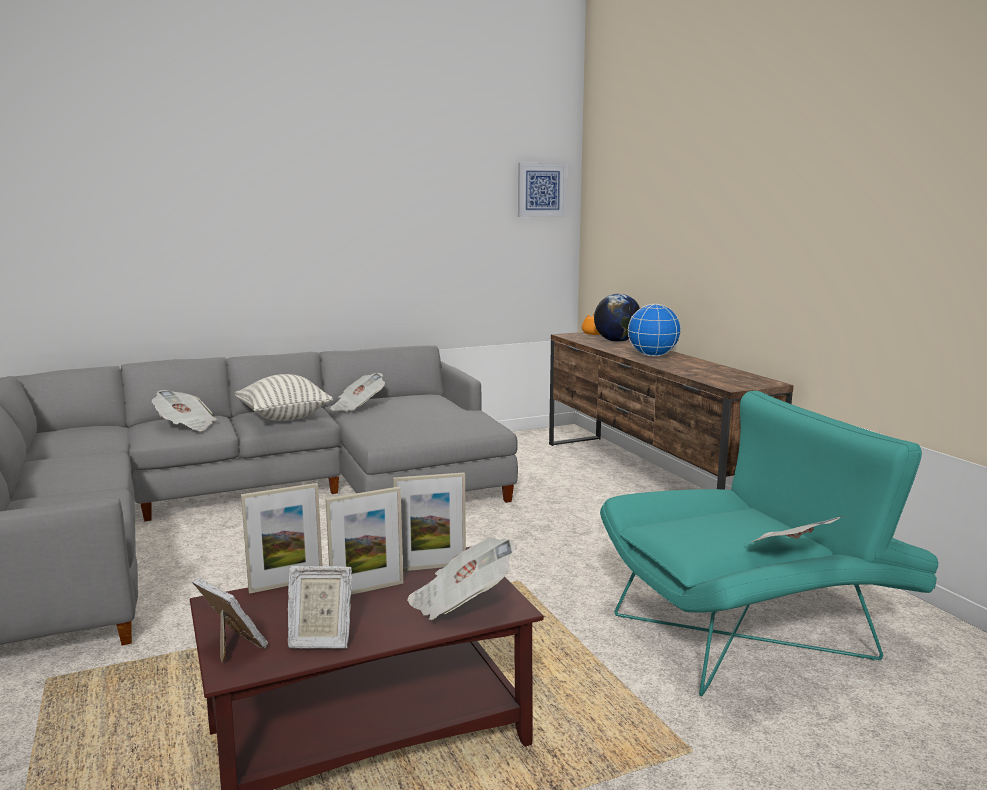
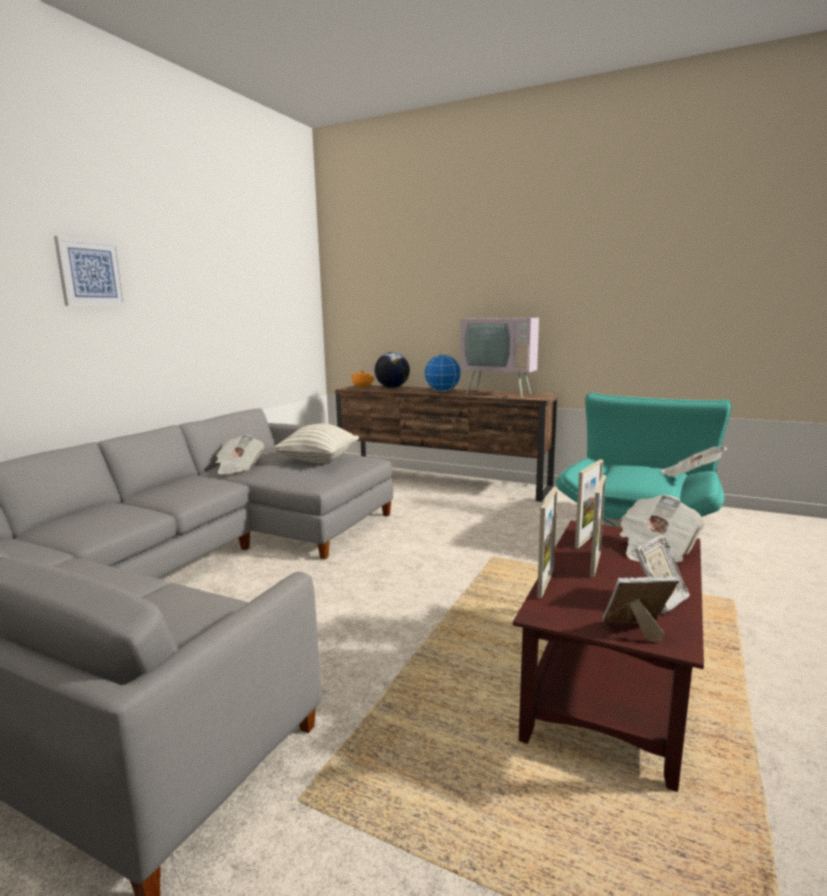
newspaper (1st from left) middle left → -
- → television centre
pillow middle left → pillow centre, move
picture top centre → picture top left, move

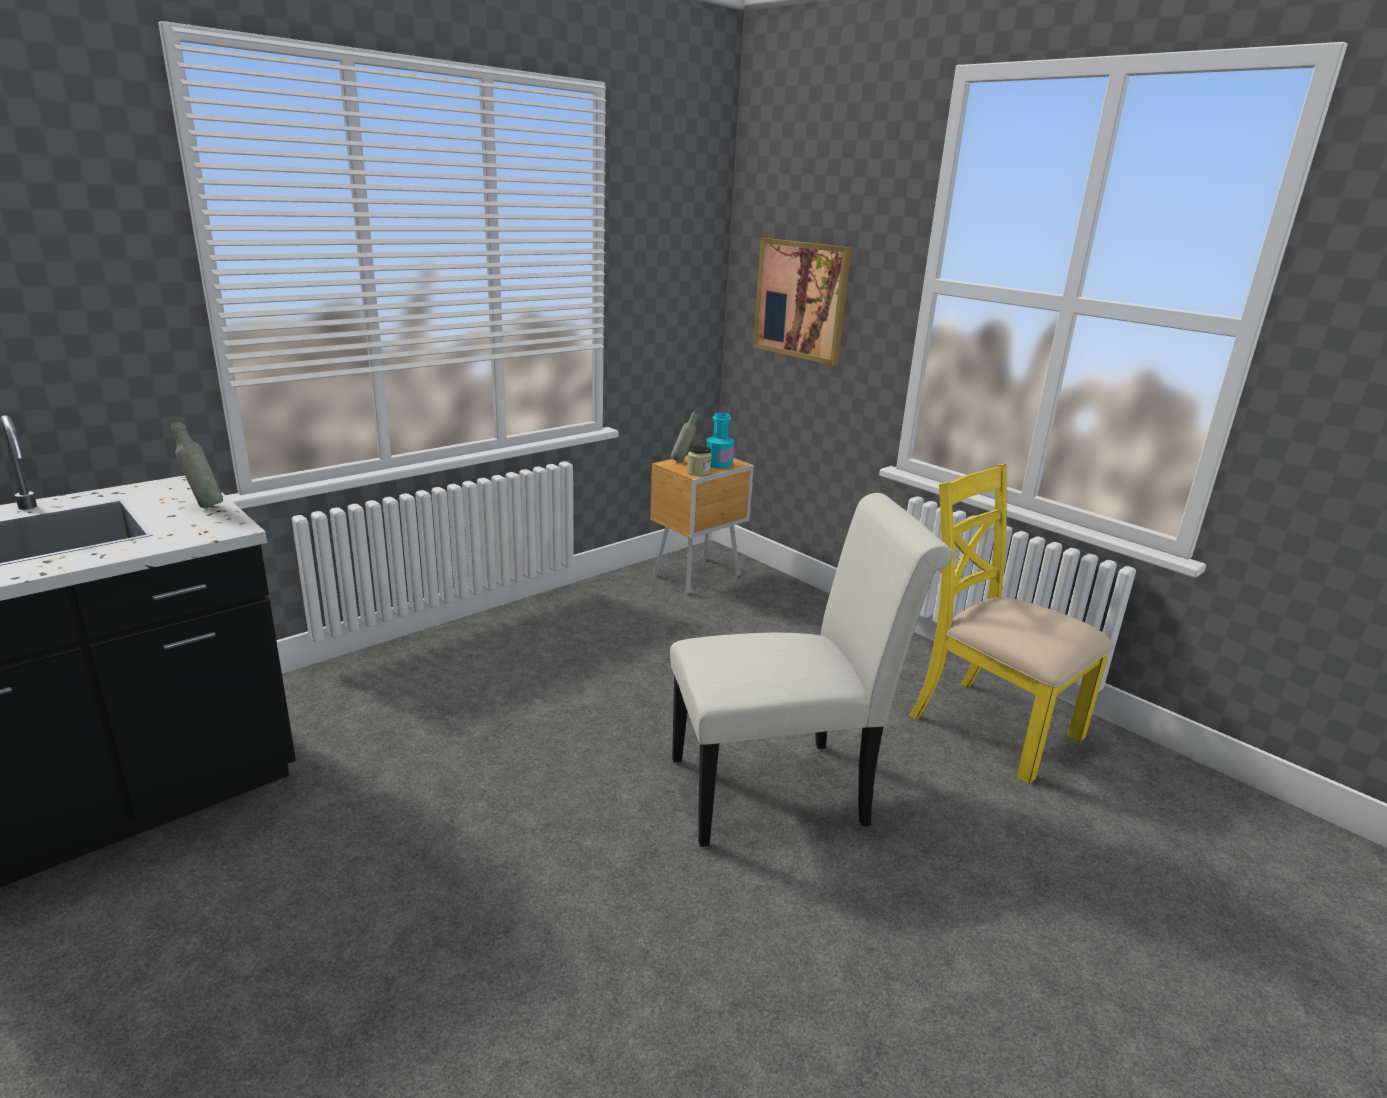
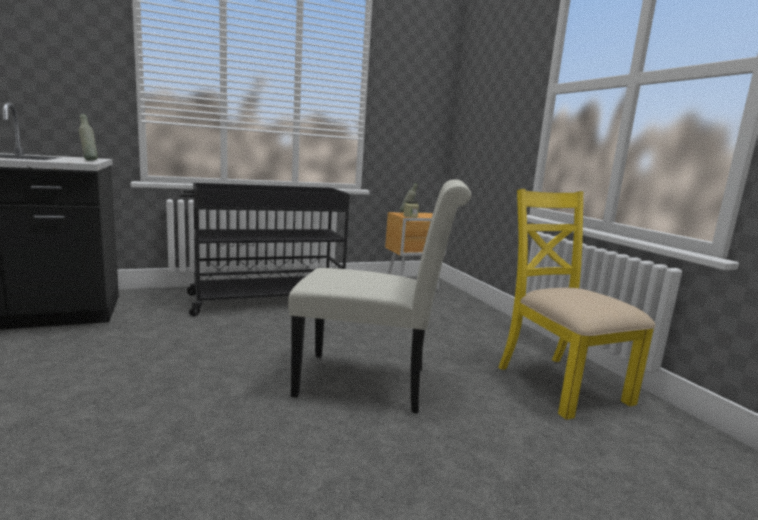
bottle (turquoise) centre → -
picture top centre → -
- → cart (black) centre

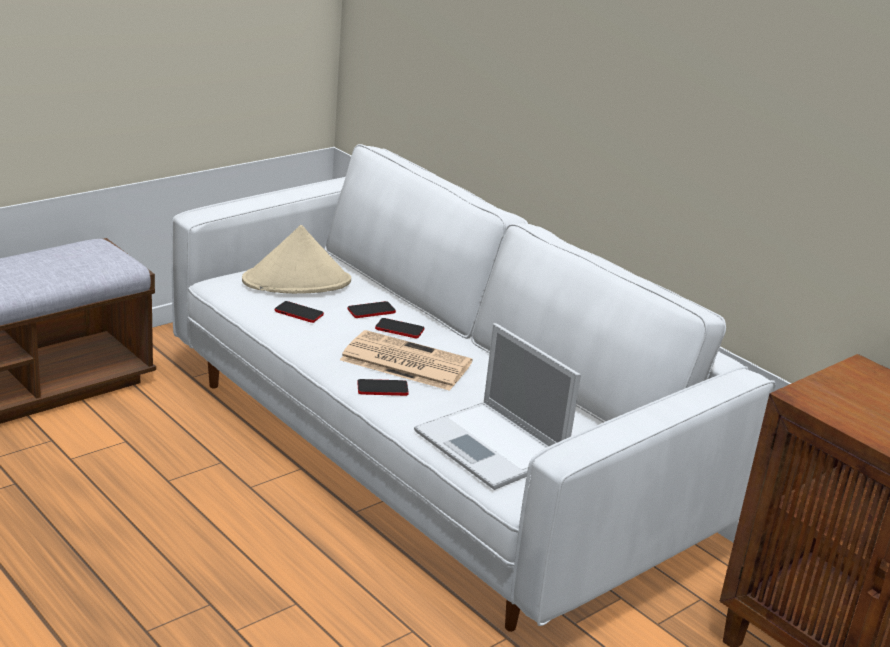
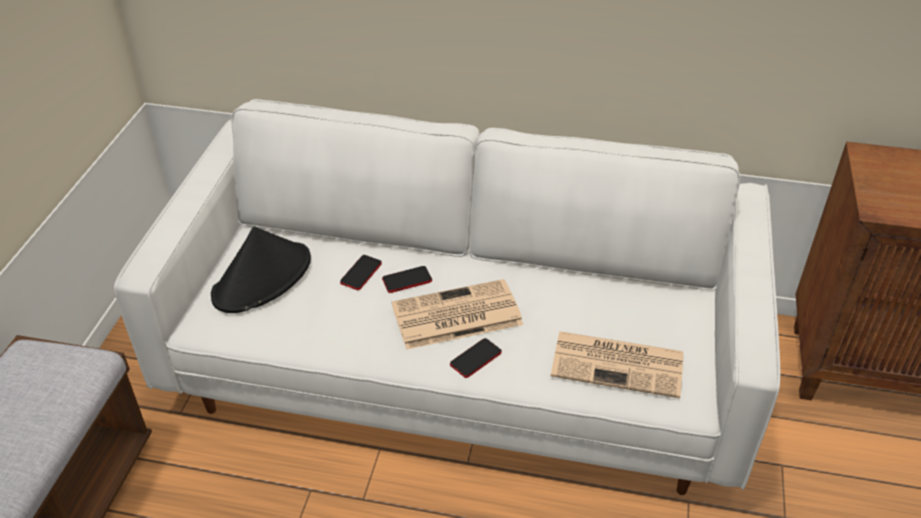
phone (1st from left) centre → -
laptop centre → newspaper (2nd from left) bottom right
hat (beige) middle left → hat (black) middle left

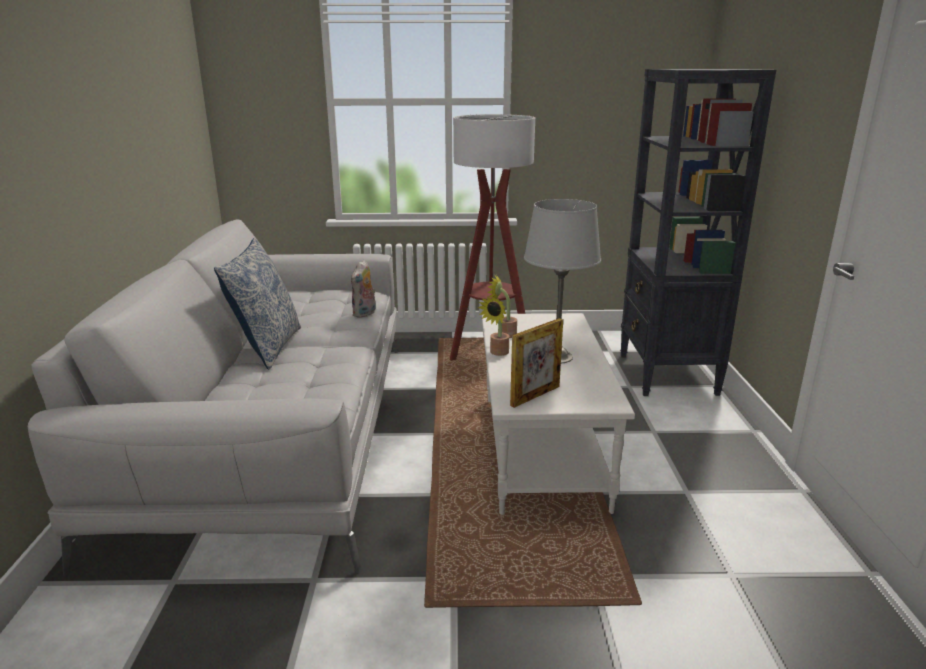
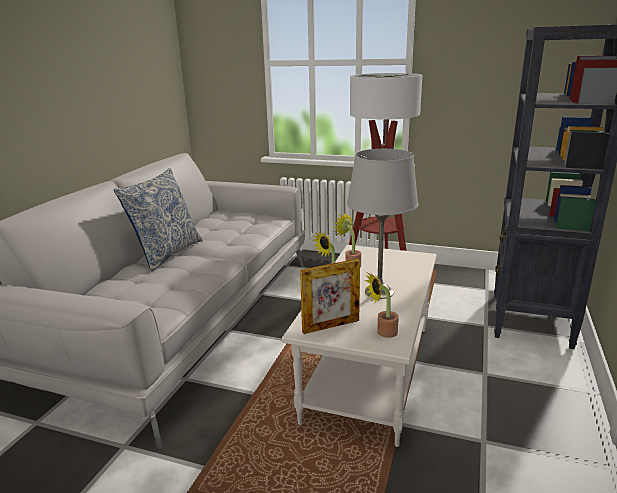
plush toy centre → -
- → potted plant (3rd from left) centre

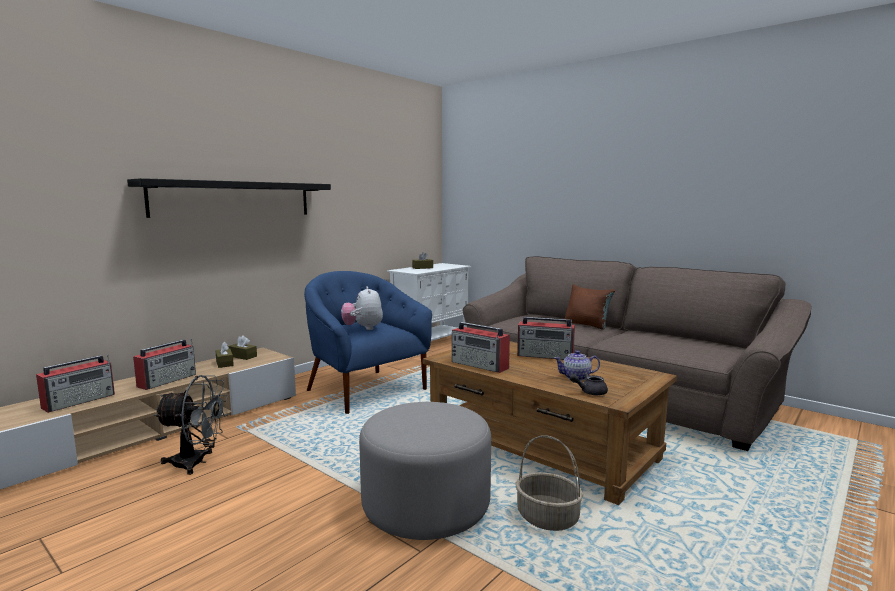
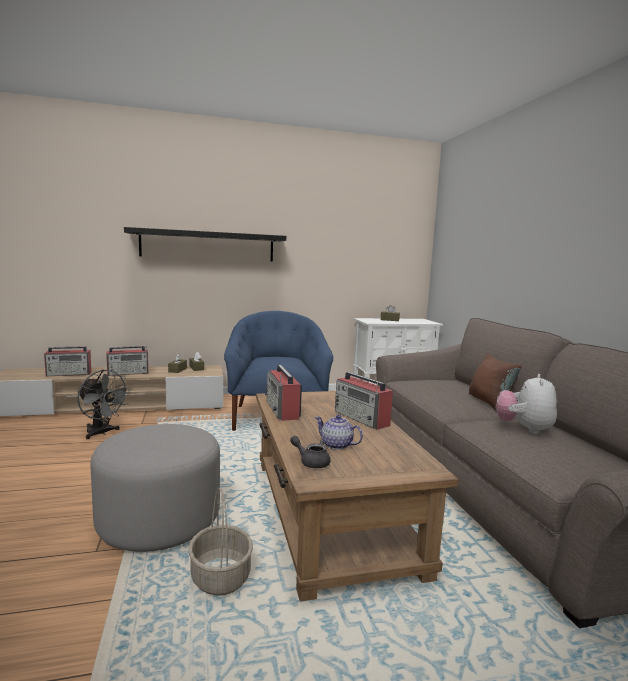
plush toy centre → plush toy middle right, move

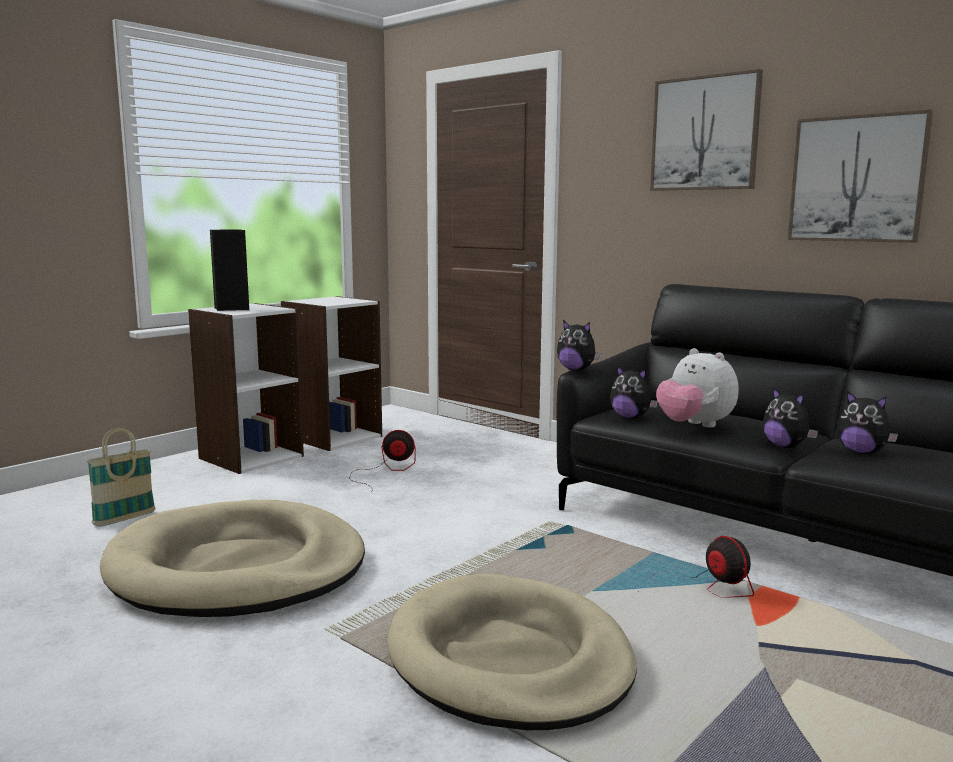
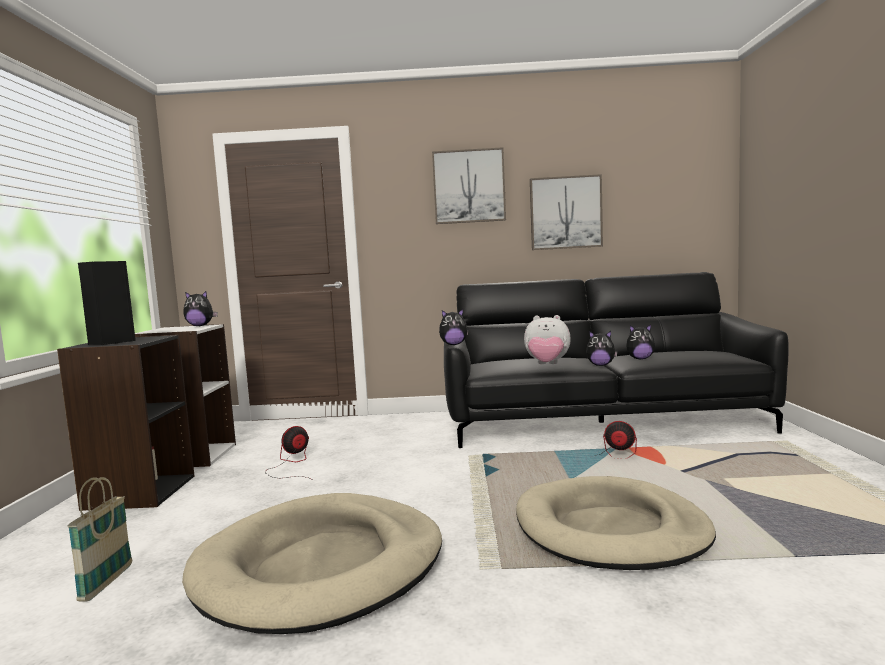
plush toy (2nd from left in the first image) centre → plush toy (1st from left) middle left, move
bookcase (white) (1st from left) middle left → bookcase (black) middle left

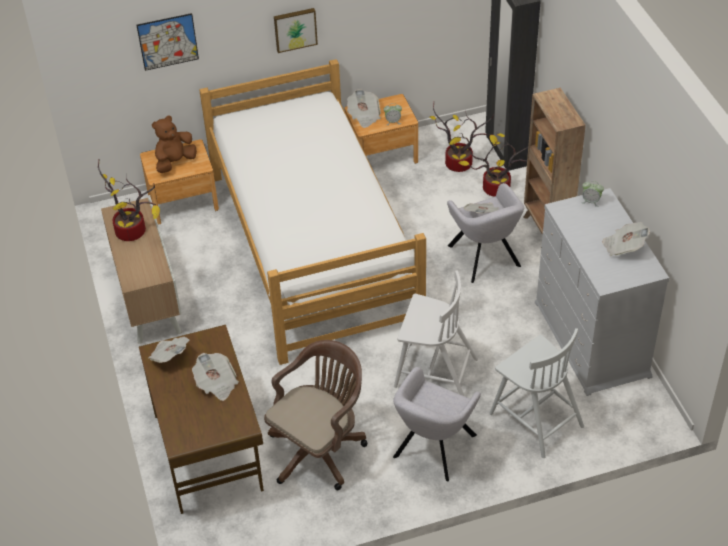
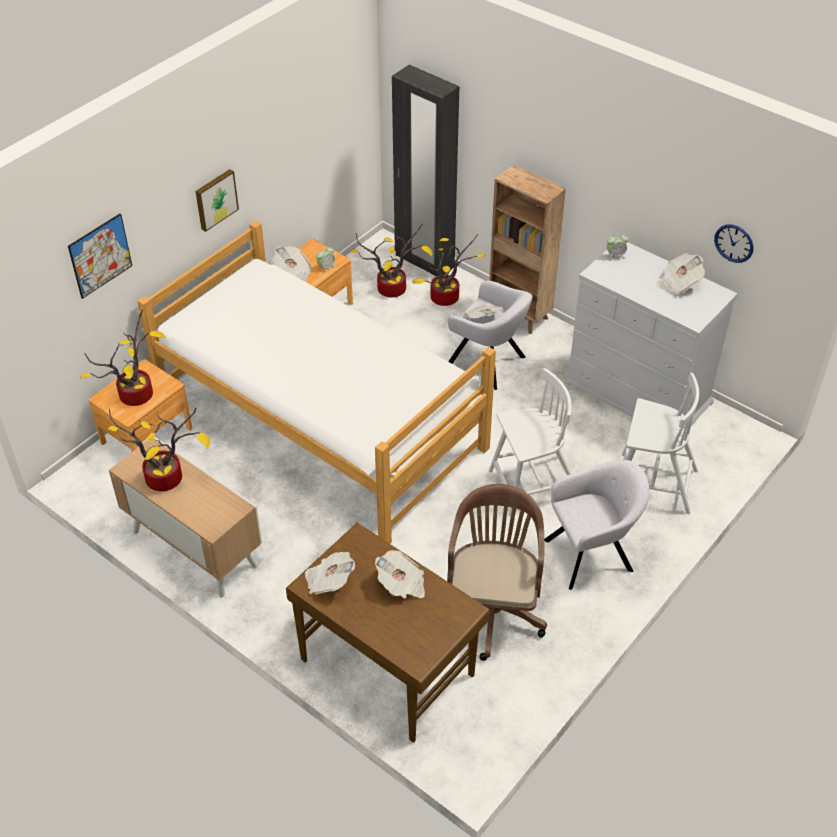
- → wall clock top right
plush toy (brown) top left → potted plant (1st from left) middle left
armchair (grey) (1st from left in the first image) bottom centre → armchair (grey) (2nd from left) middle right, 105 degrees counterclockwise

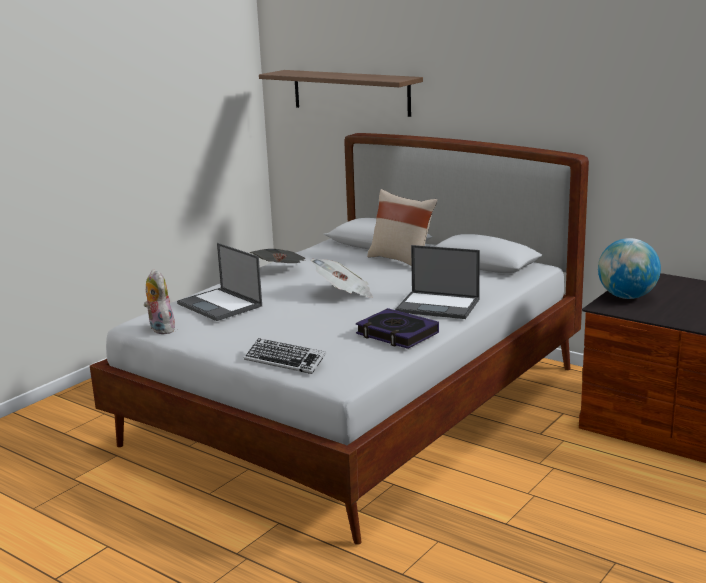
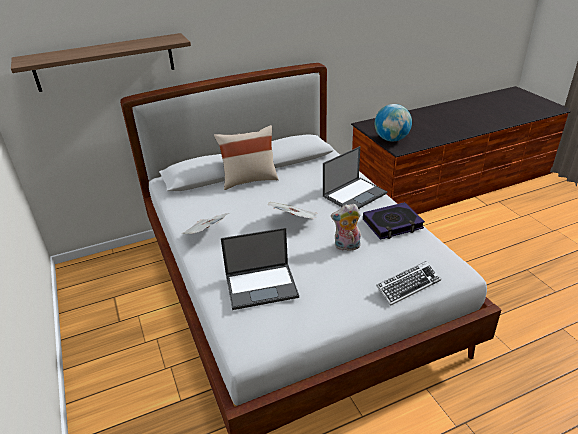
plush toy middle left → plush toy centre, move

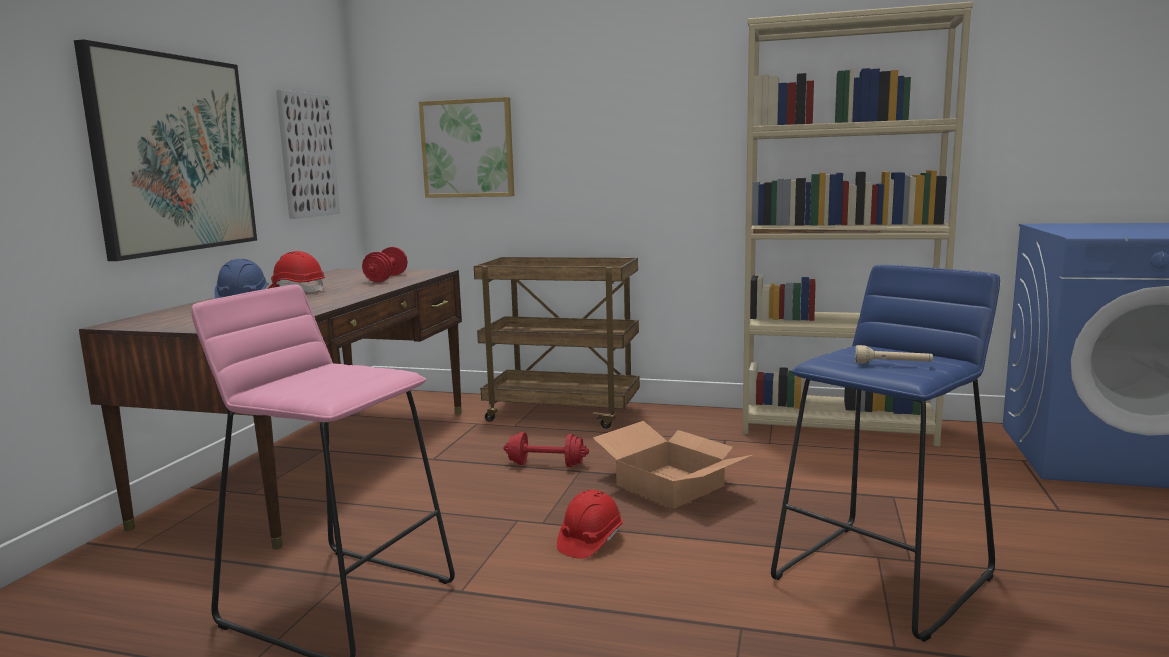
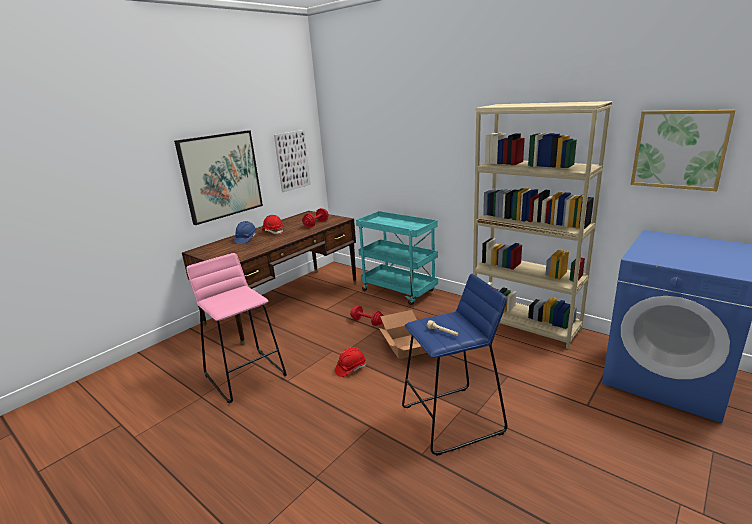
picture (3rd from left) top centre → picture (3rd from left) top right, move
cart (brown) centre → cart (turquoise) centre

